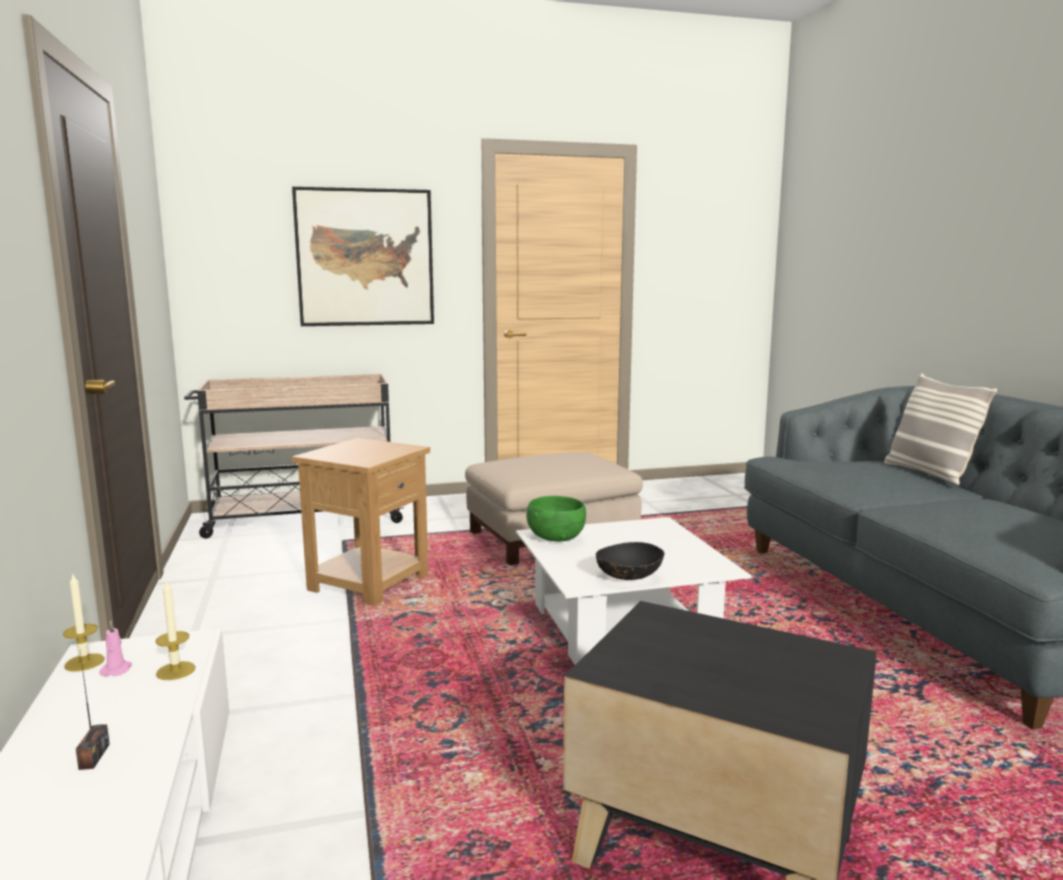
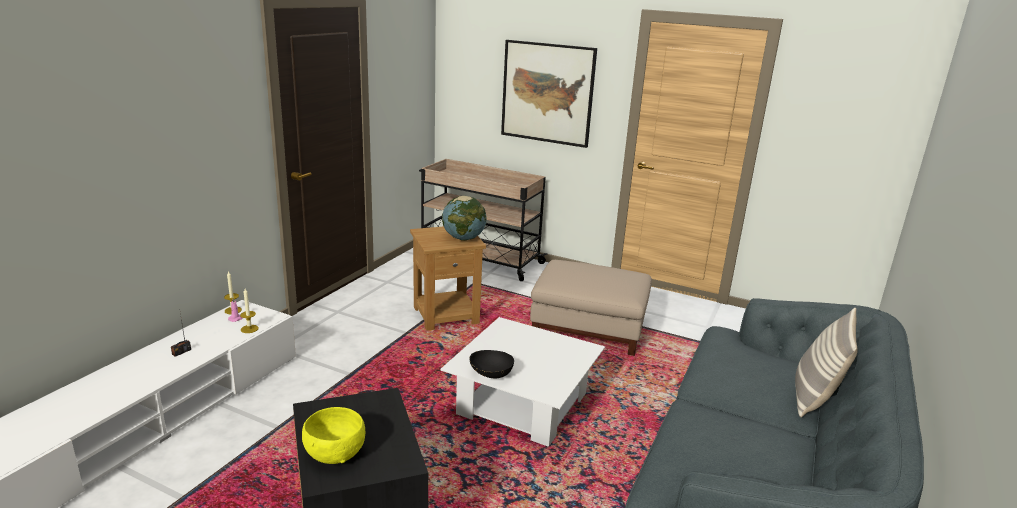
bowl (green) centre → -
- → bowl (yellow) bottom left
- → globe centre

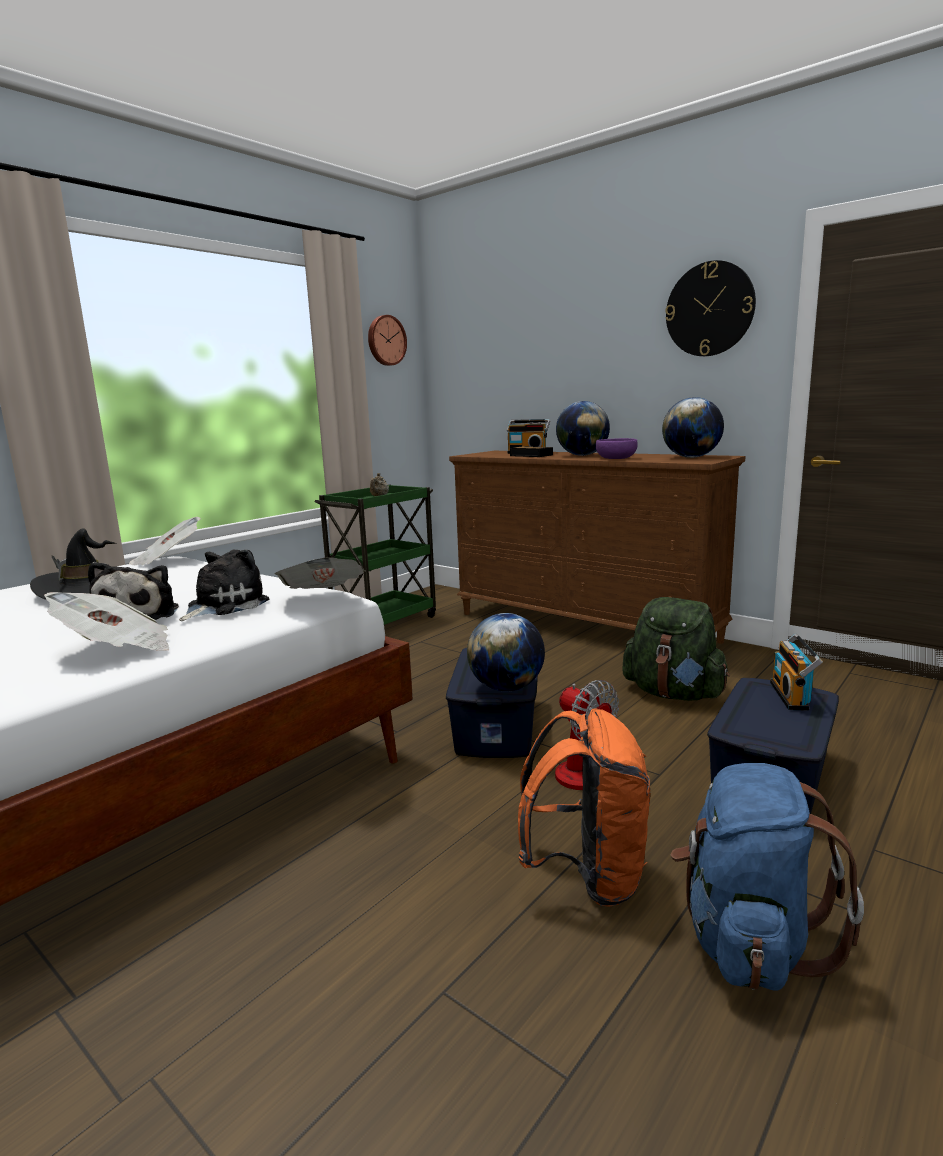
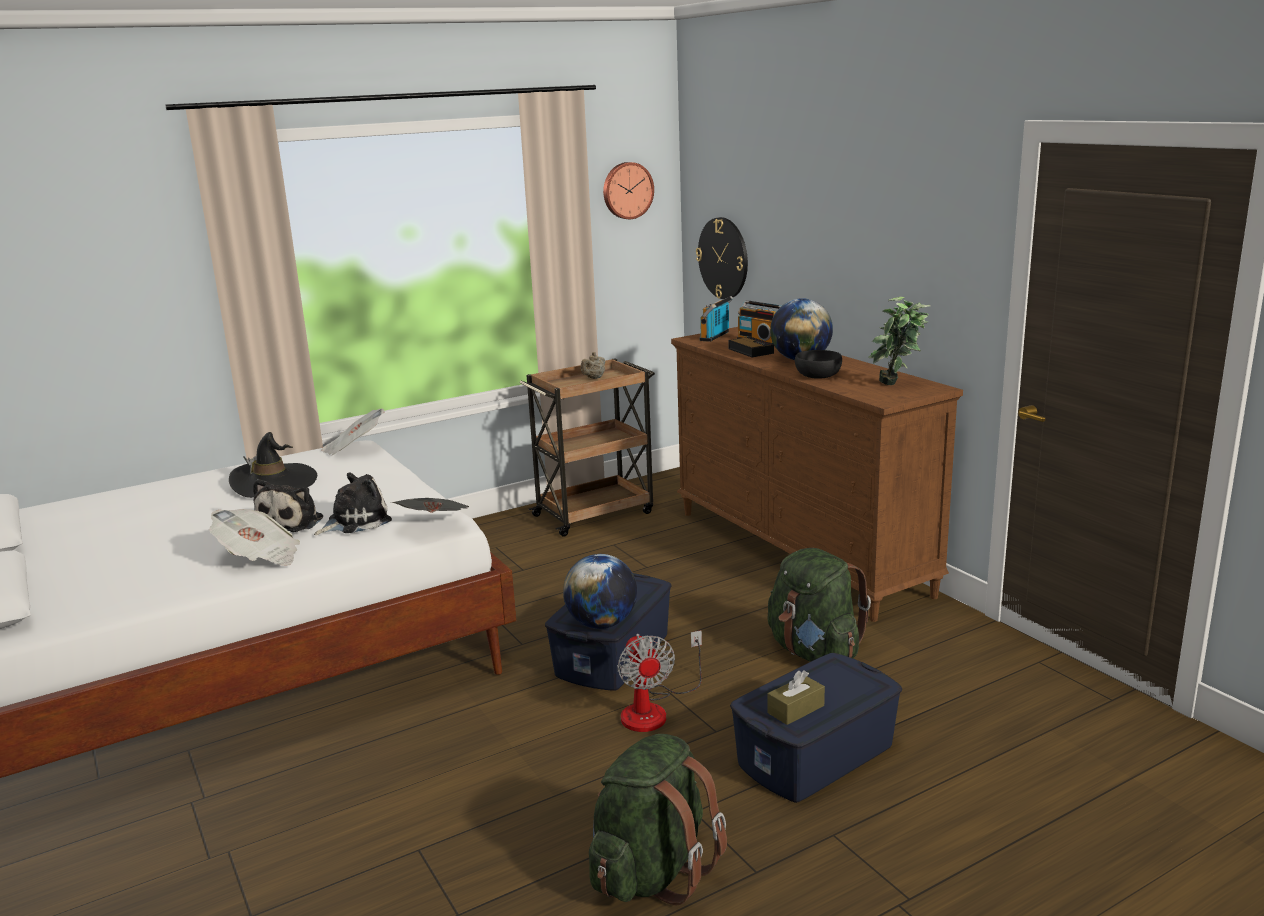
backpack (orange) bottom centre → -
- → tissue box (brown) bottom centre
wall clock (2nd from left) top right → wall clock (2nd from left) top centre, move
radio (2nd from left in the first image) middle right → radio (1st from left) centre, move
globe (3rd from left) middle right → potted plant middle right
cart (green) centre → cart (brown) centre
bowl (purple) centre → bowl (black) centre
backpack (blue) bottom right → backpack (green) (1st from left) bottom centre

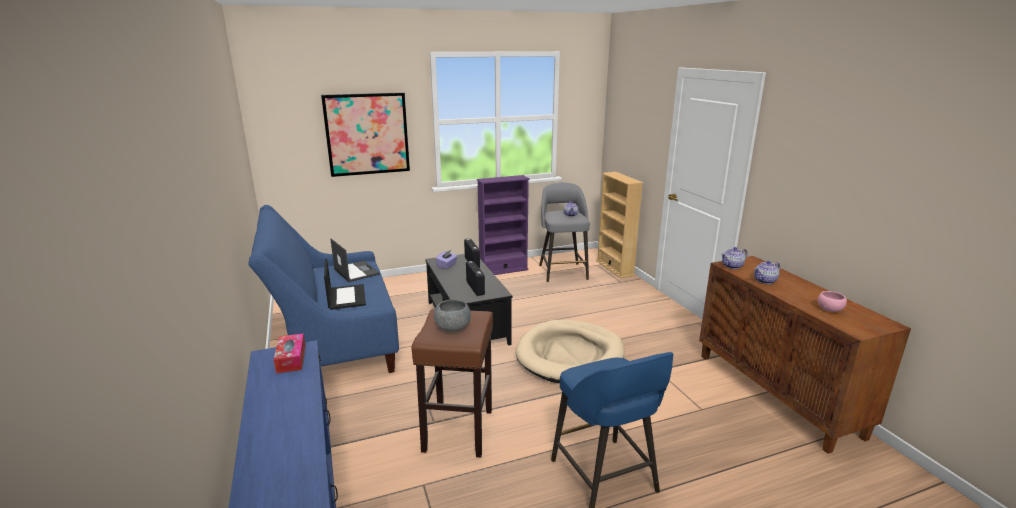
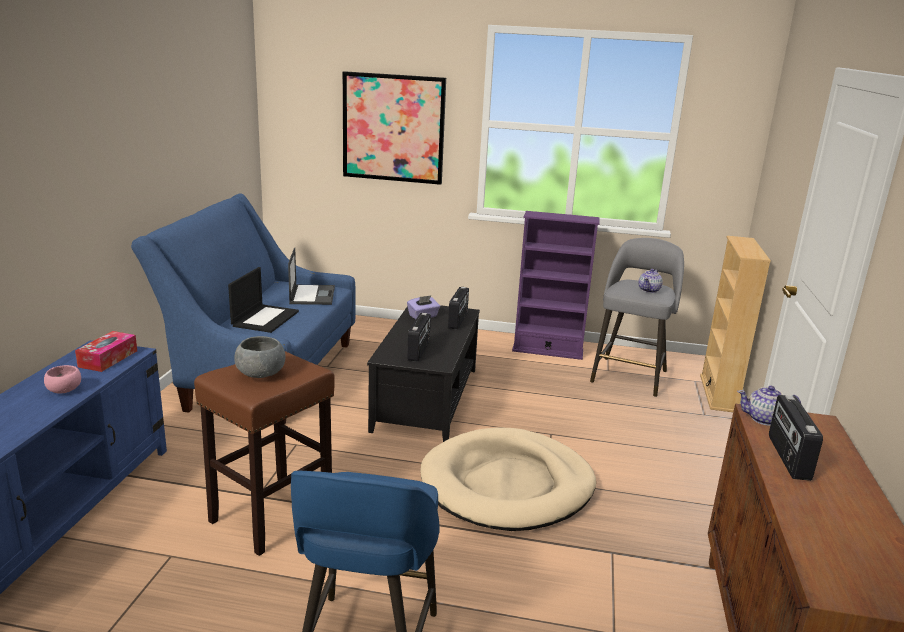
bowl (pink) middle right → bowl (pink) middle left, move
teapot (3rd from left) middle right → radio (3rd from left) bottom right

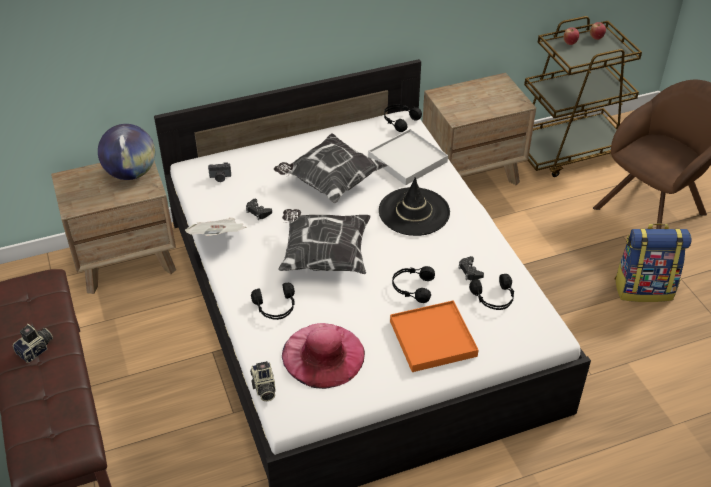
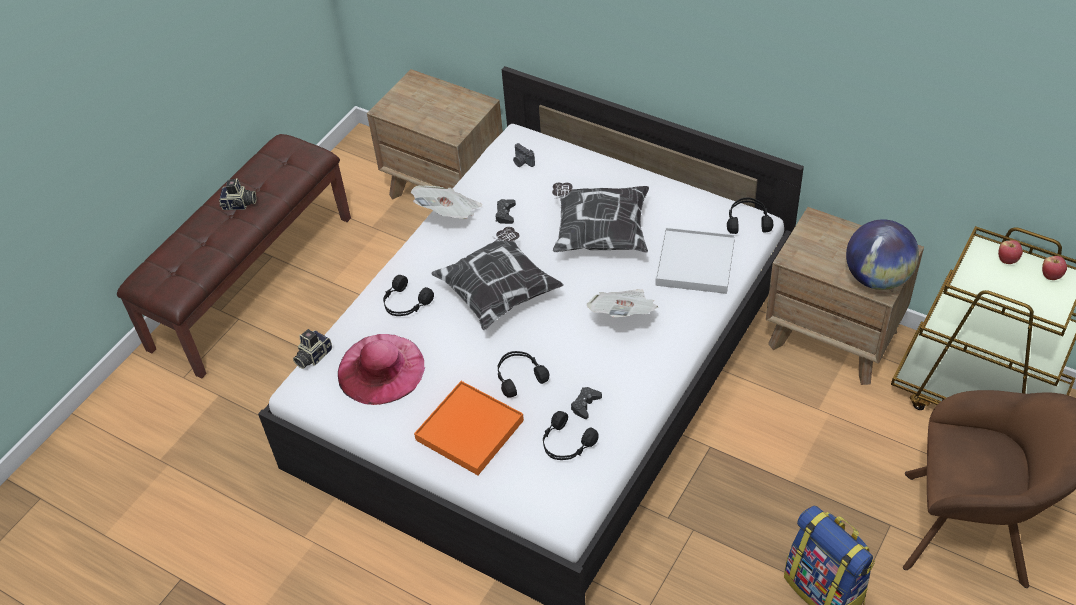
globe top left → globe middle right, move
hat (black) centre → newspaper (2nd from left) centre

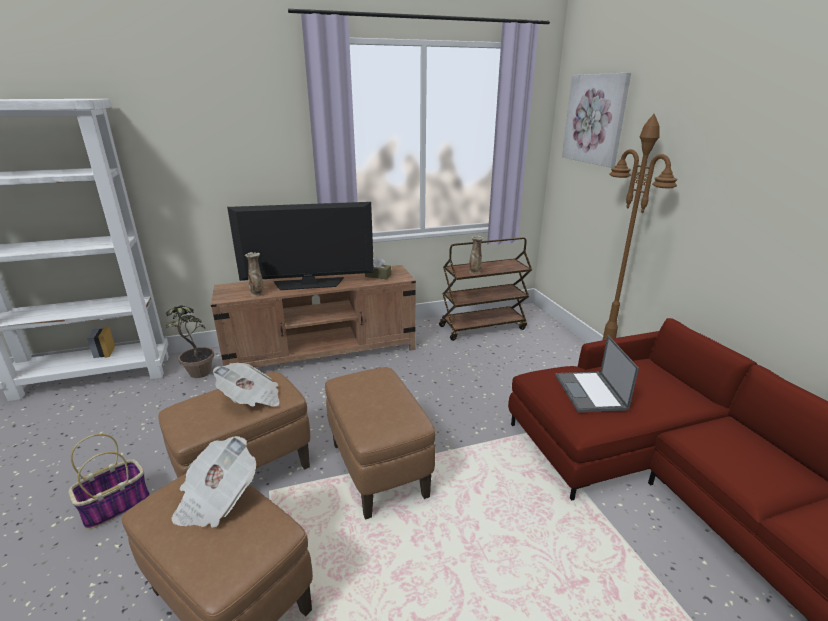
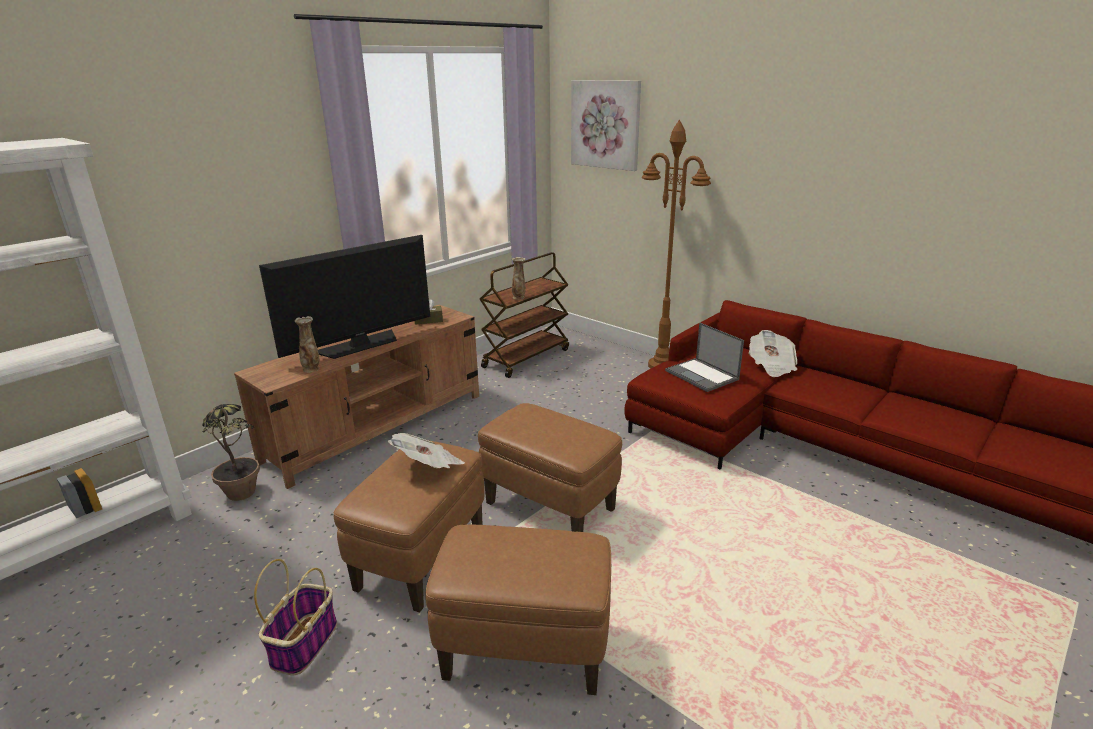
newspaper (1st from left in the first image) bottom left → newspaper (2nd from left) middle right, move

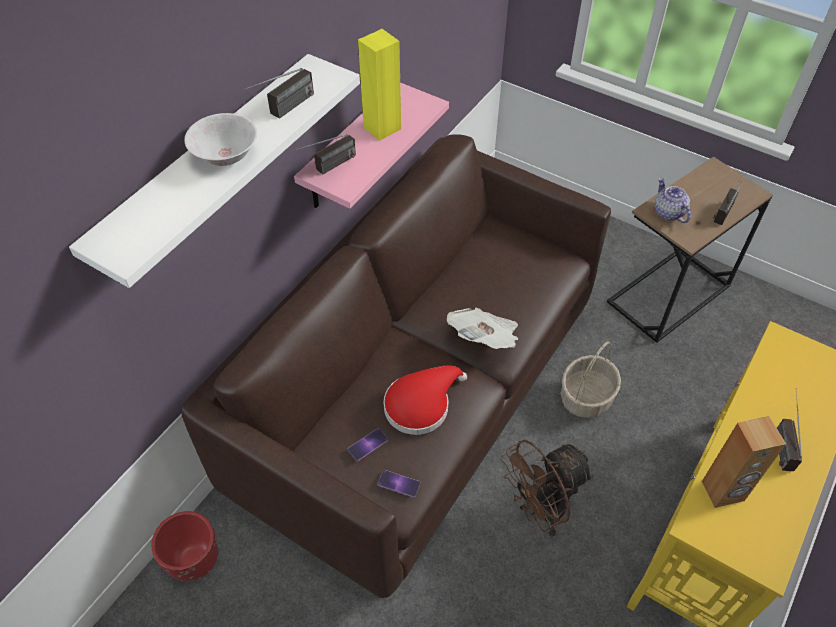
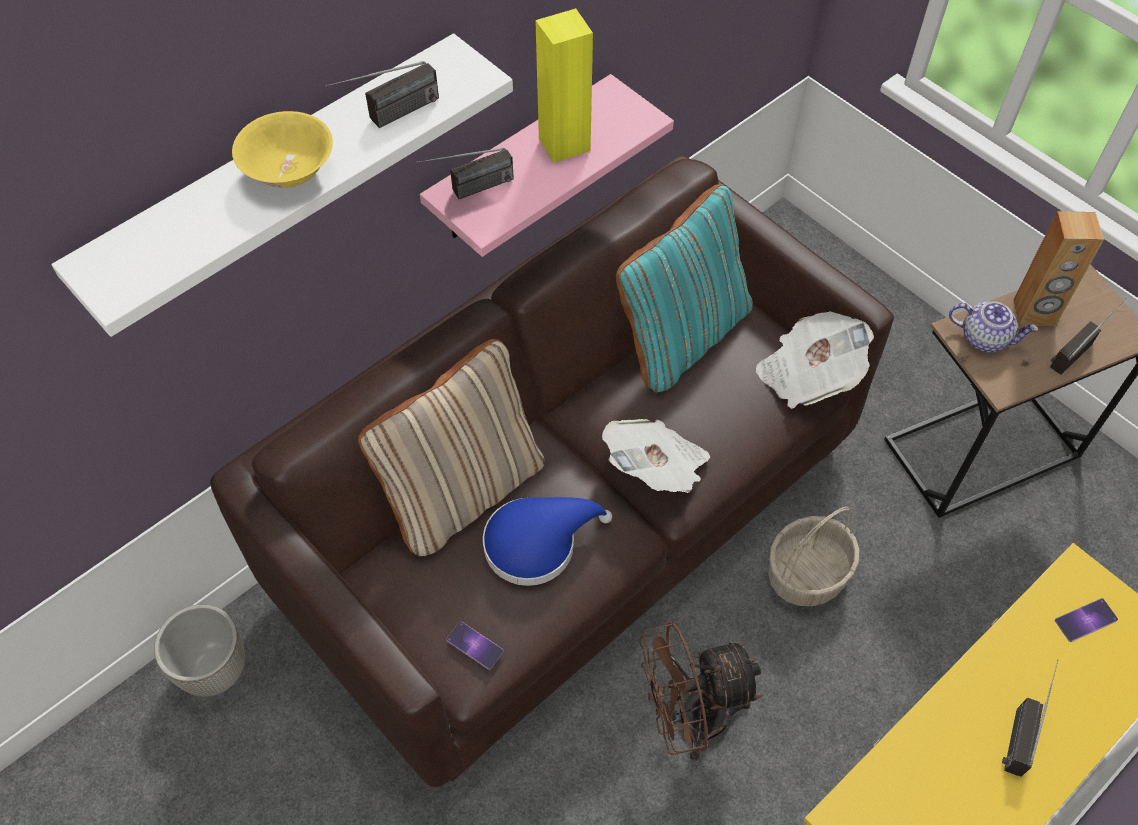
- → pillow (beige) centre
- → pillow (turquoise) centre
- → newspaper (2nd from left) middle right
phone (1st from left in the first image) bottom centre → phone (2nd from left) bottom right, move
speaker (brown) bottom right → speaker (brown) top right, move
planter (red) bottom left → planter (grey) bottom left
bowl (white) top left → bowl (yellow) top left
hat (red) centre → hat (blue) centre
teapot top right → teapot middle right, 120 degrees clockwise

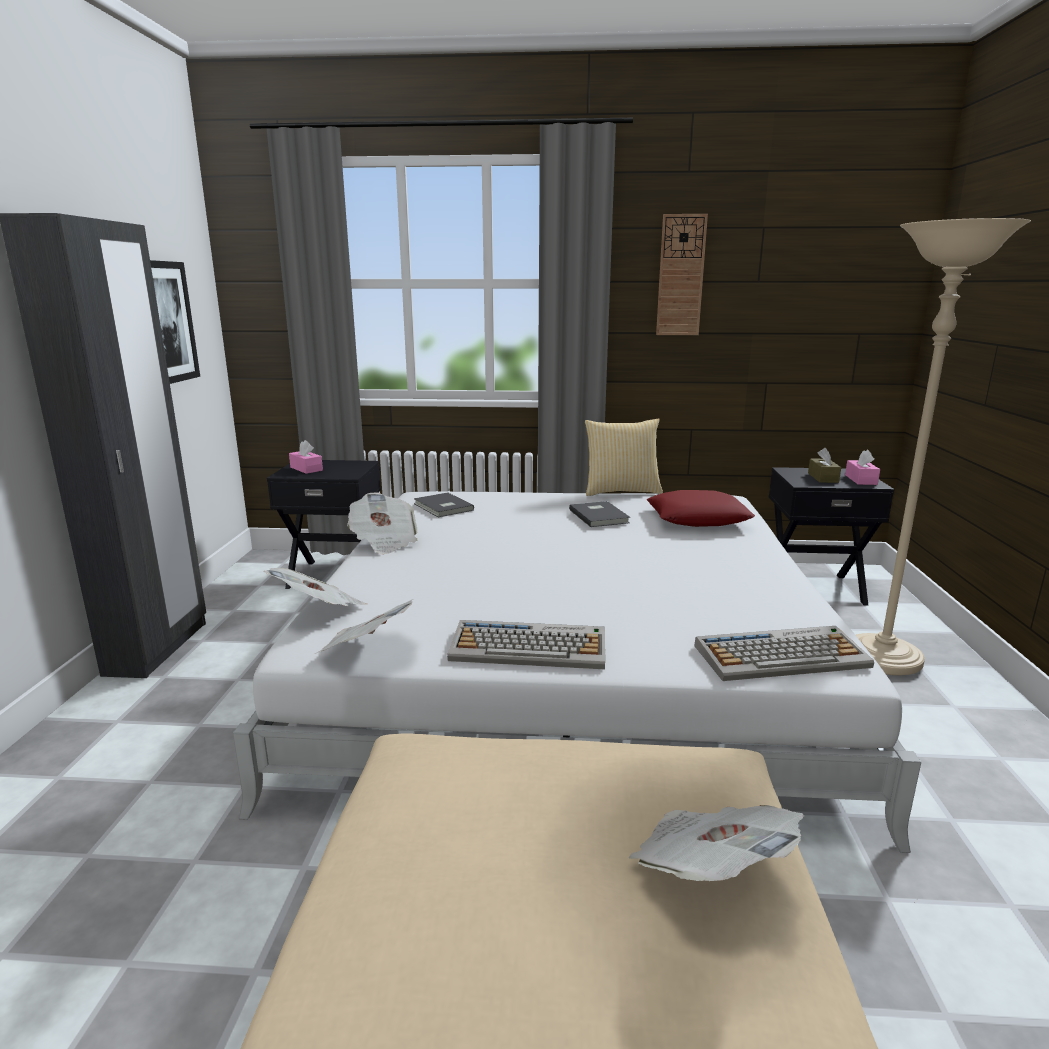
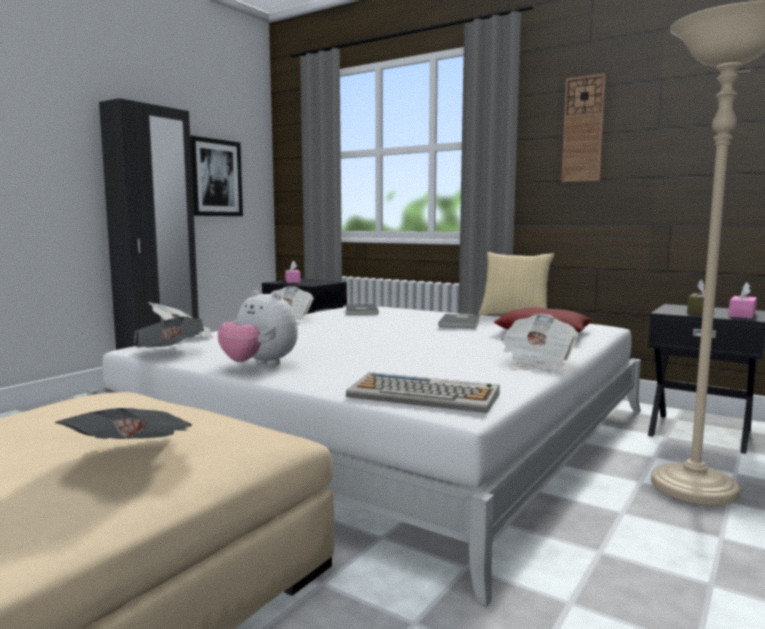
- → newspaper (5th from left) middle right
keyboard (1st from left) centre → plush toy centre

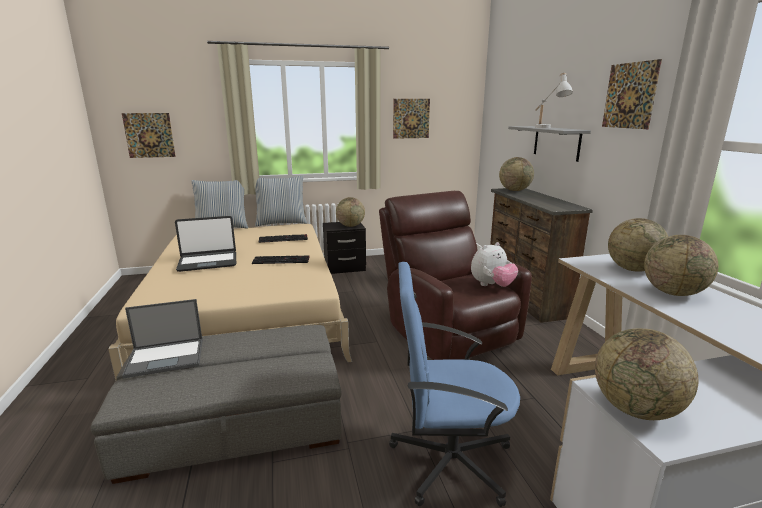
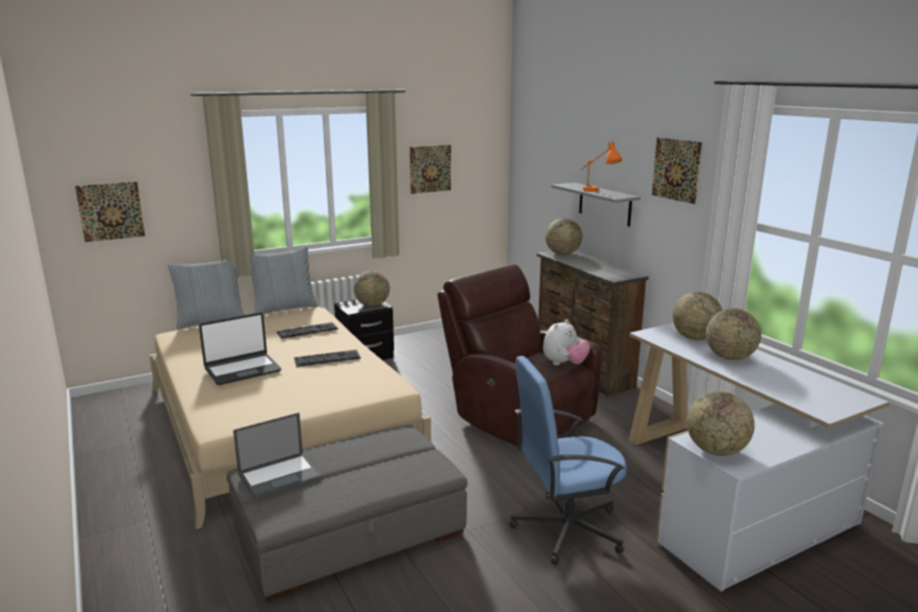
table lamp (white) top right → table lamp (orange) top centre

